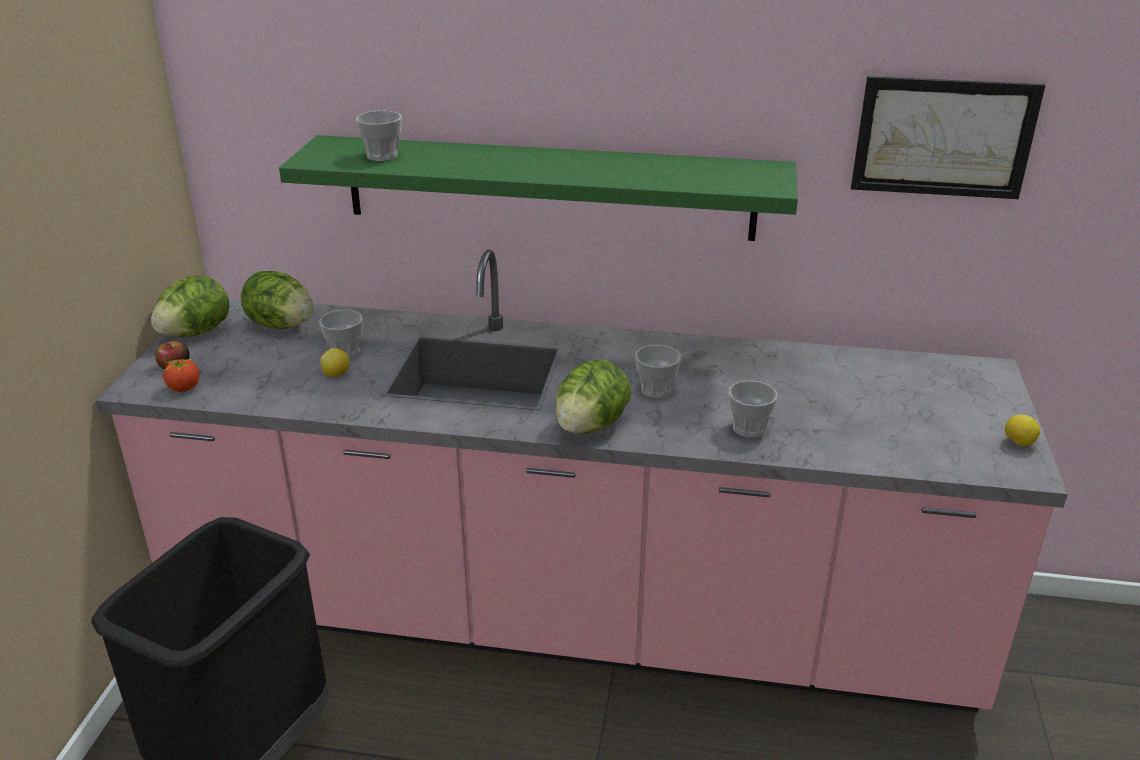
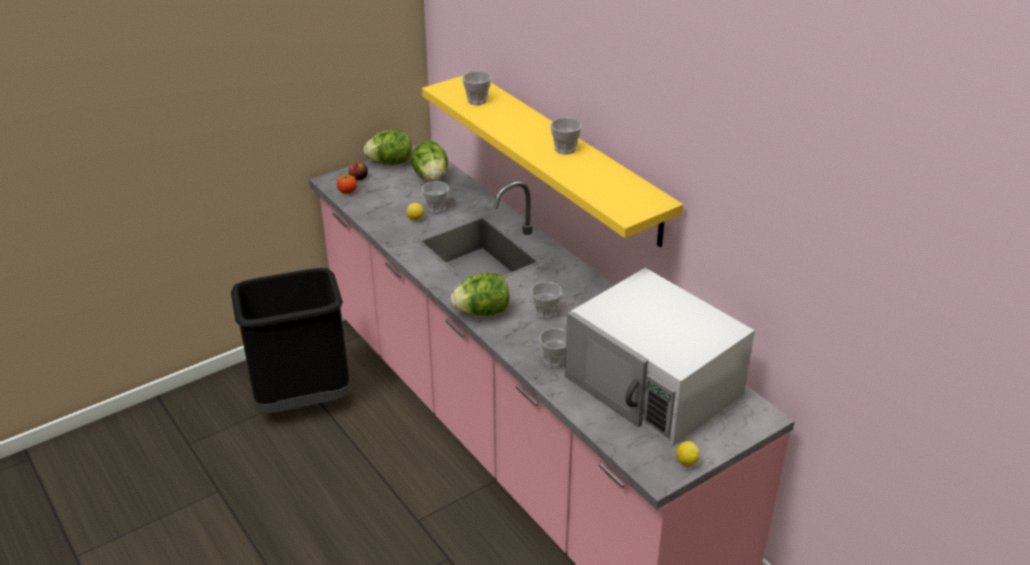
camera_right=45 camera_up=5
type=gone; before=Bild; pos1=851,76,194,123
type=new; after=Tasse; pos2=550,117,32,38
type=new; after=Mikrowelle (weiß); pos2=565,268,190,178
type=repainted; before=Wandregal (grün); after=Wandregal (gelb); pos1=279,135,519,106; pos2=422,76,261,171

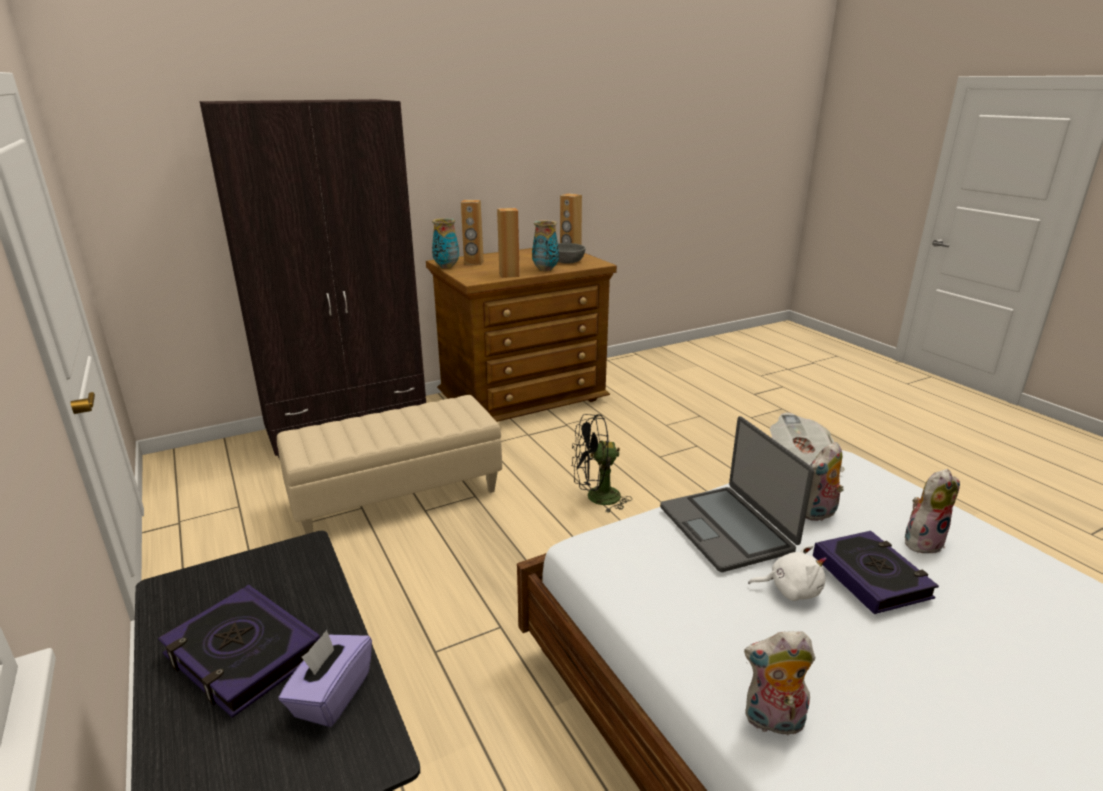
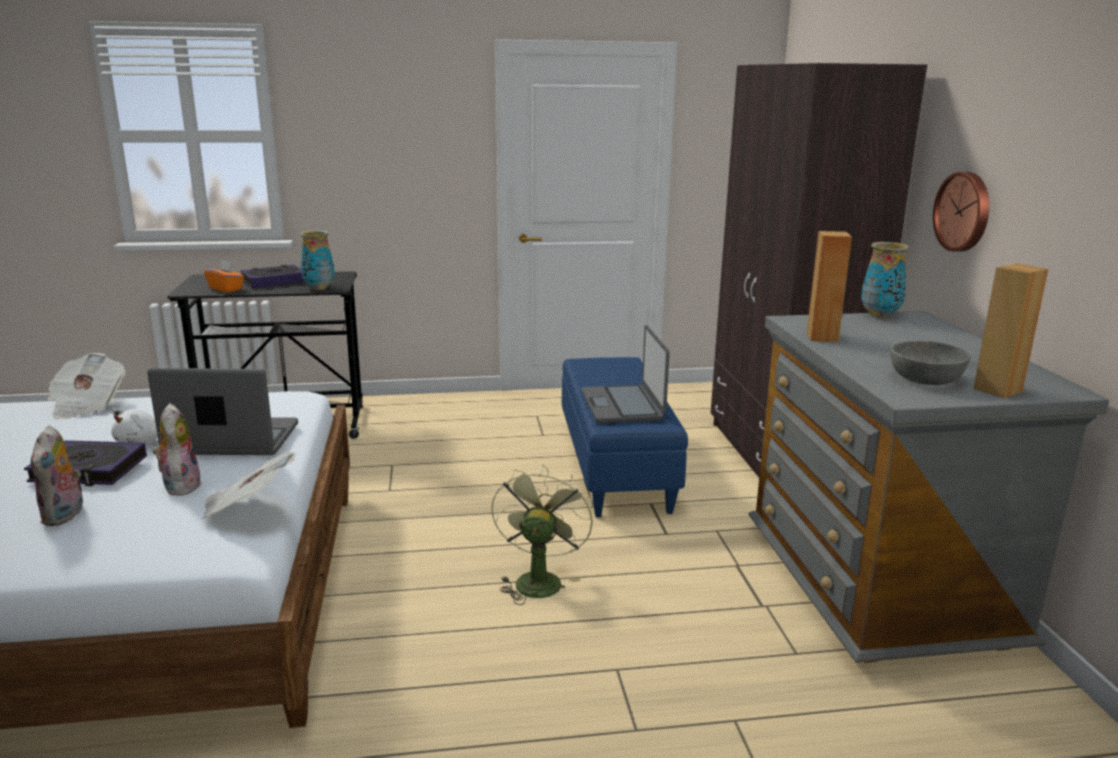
camera_right=110 camera_up=-5
type=gone; before=Lautsprecher (braun); pos1=461,200,23,65
type=new; after=Laptop; pos2=581,325,89,98
type=new; after=Wanduhr; pos2=933,172,56,80
type=shifted; before=Vase; pos1=532,220,27,51; pos2=300,230,35,60
type=swapped; before=Plüschtier; after=Zeitung; pos1=744,631,71,104; pos2=47,353,79,66
type=repainted; before=Polsterhocker (beige); after=Polsterhocker (blau); pos1=277,395,225,139; pos2=562,357,126,160
type=repainted; before=Taschentuchbox (lila); after=Taschentuchbox (orange); pos1=279,630,93,97; pos2=204,260,40,33
type=repainted; before=Kommode (braun); after=Kommode (grau); pos1=426,248,191,174; pos2=748,311,361,352
type=repainted; before=Ventilator (schwarz); after=Ventilator (grün); pos1=571,414,61,99; pos2=492,464,101,141

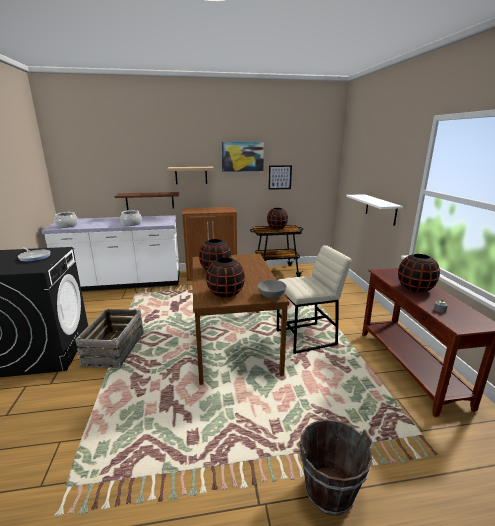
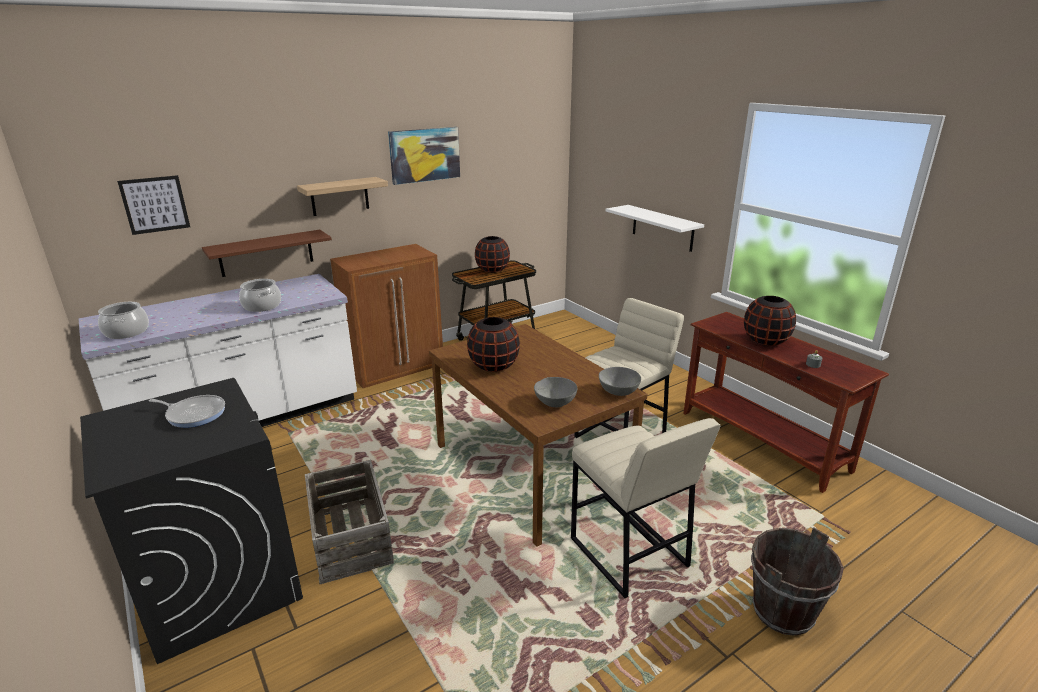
camera_right=-25 camera_up=5
type=new; after=Stuhl (beige); pos2=571,418,150,180
type=shifted; before=Bild; pos1=268,165,24,25; pos2=117,175,73,60
type=swapped; before=Vase (schwarz); after=Schüssel (grau); pos1=206,258,39,40; pos2=534,377,43,30

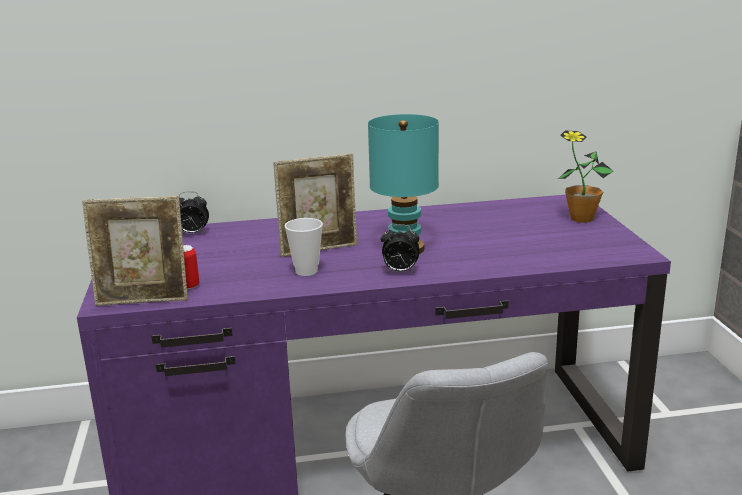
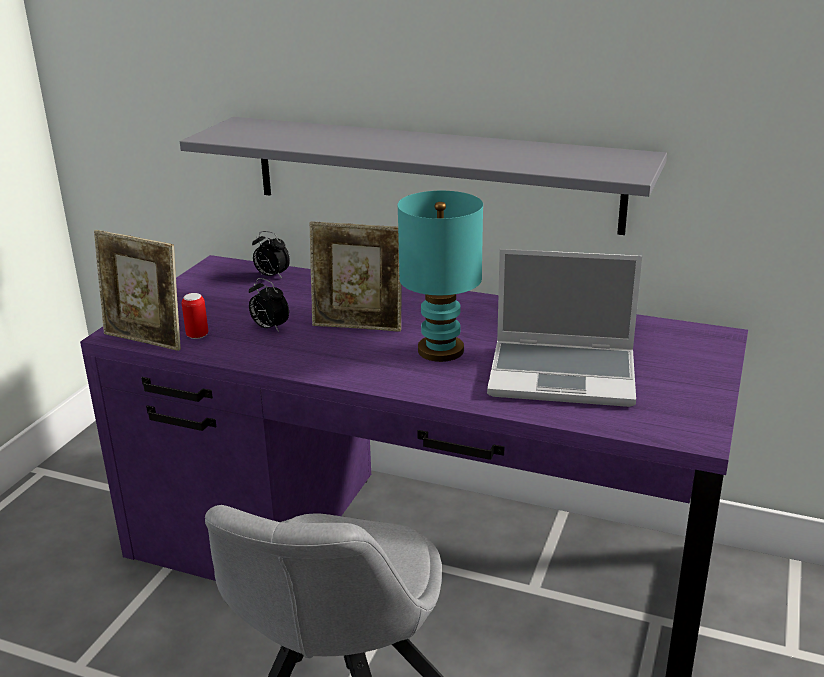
camera_right=30 camera_up=5
type=gone; before=Tasse; pos1=285,218,38,58
type=gone; before=Topfpflanze; pos1=558,130,55,93
type=new; after=Wandregal (grau); pos2=180,117,487,118
type=new; after=Laptop; pos2=487,249,155,158
type=shifted; before=Wecker; pos1=381,224,39,48; pos2=249,278,40,54

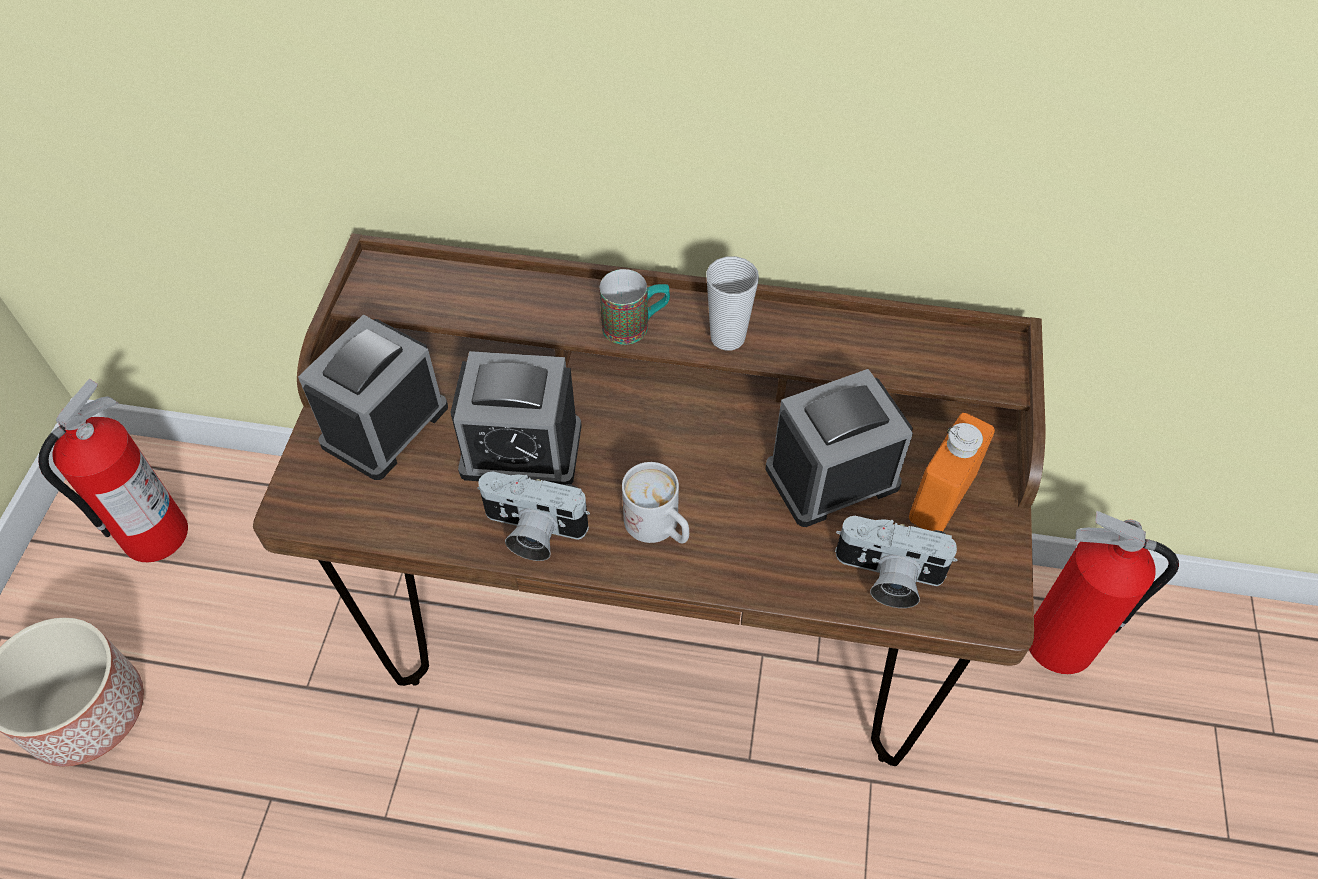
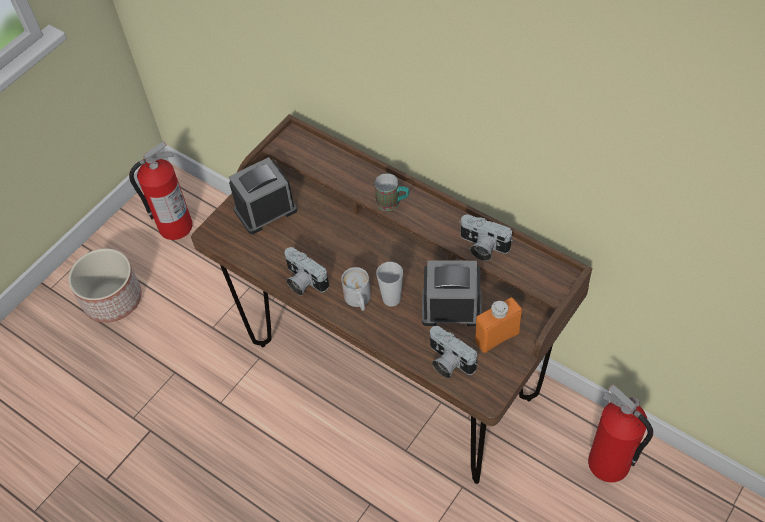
camera_right=30 camera_up=0
type=gone; before=Wecker; pos1=450,351,132,134
type=new; after=Kamera; pos2=460,215,53,46
type=shifted; before=Tasse; pos1=706,256,53,95; pos2=376,262,27,44

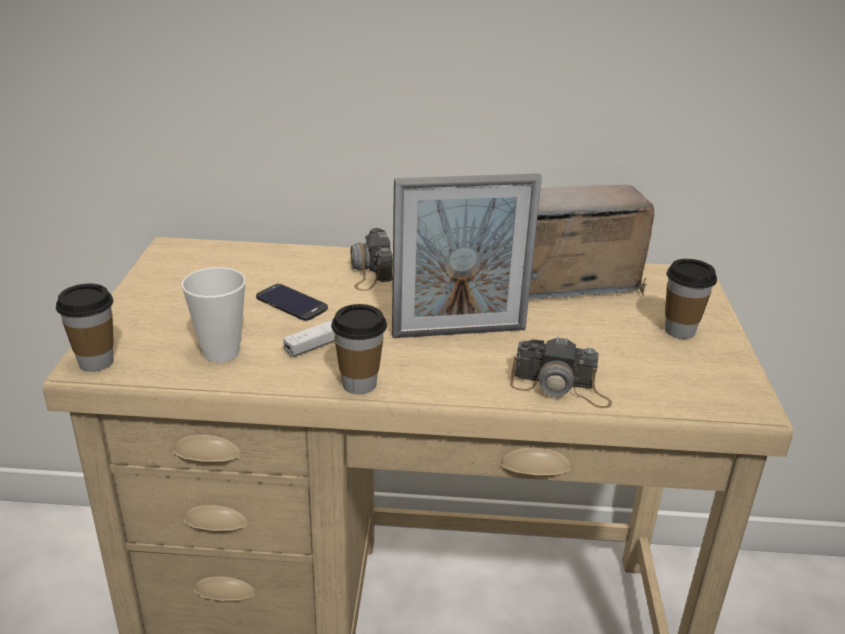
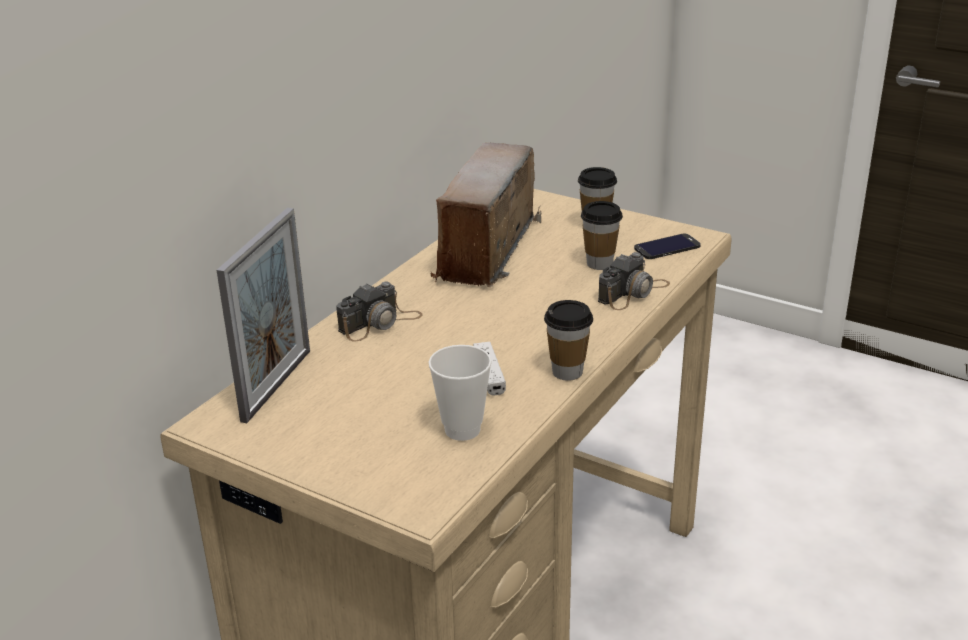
camera_right=-60 camera_up=0
type=shifted; before=Tasse; pos1=56,284,58,88; pos2=581,201,42,69
type=shifted; before=Handy; pos1=256,284,72,37; pos2=634,234,67,25
type=shifted; before=Bilderrahmen; pos1=392,173,150,165; pos2=216,208,94,215
type=rotated; before=Kamera; pos1=351,228,42,63; pos2=336,282,87,60; turn=-60

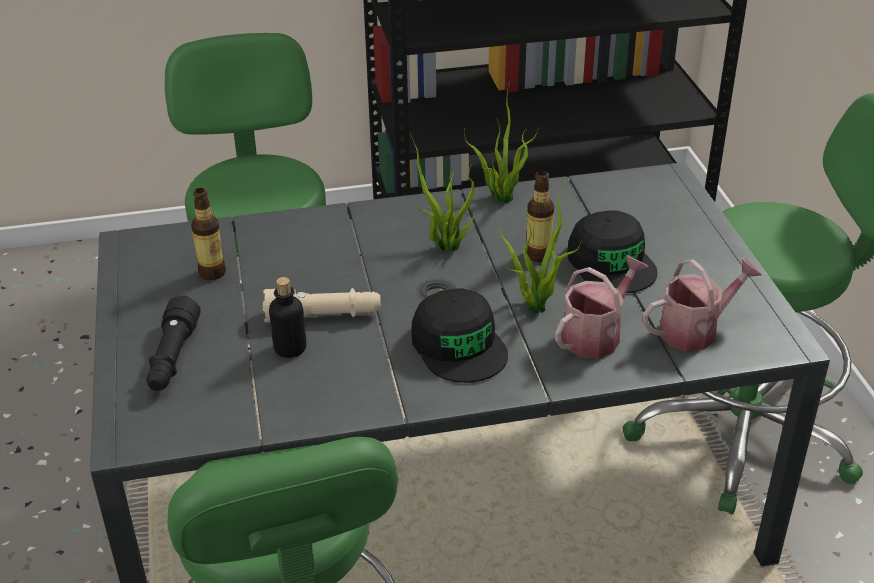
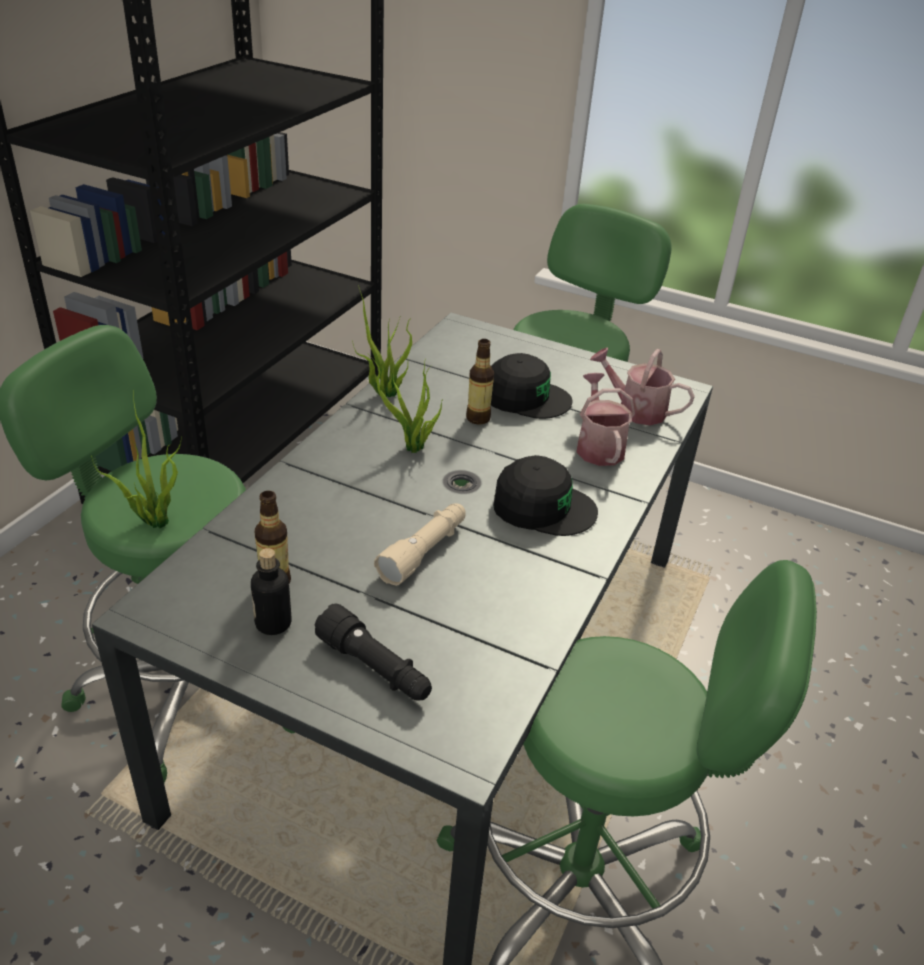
camera_right=-55 camera_up=0
type=shifted; before=Flasche; pos1=269,277,38,81; pos2=251,548,41,87
type=shifted; before=Topfpflanze; pos1=501,181,81,132; pos2=91,390,91,138
type=rotated; before=Gießkanne; pos1=642,258,120,93; pos2=590,347,105,78; turn=-75

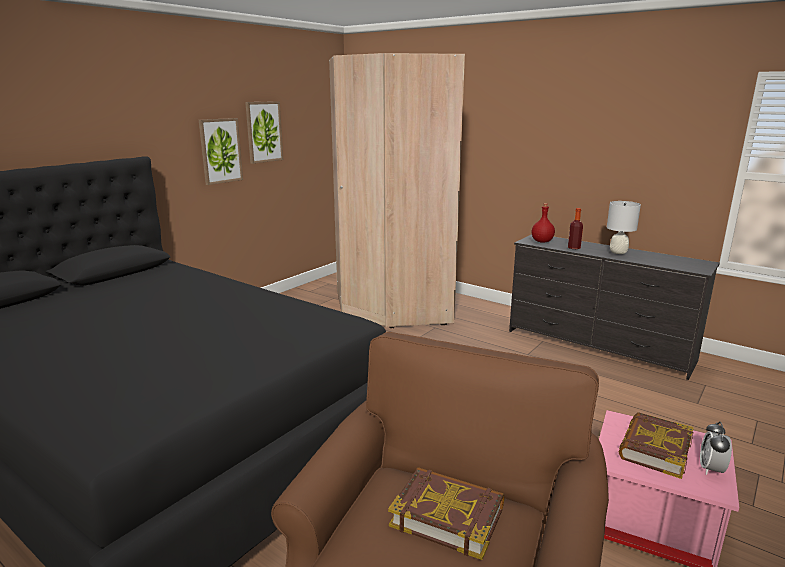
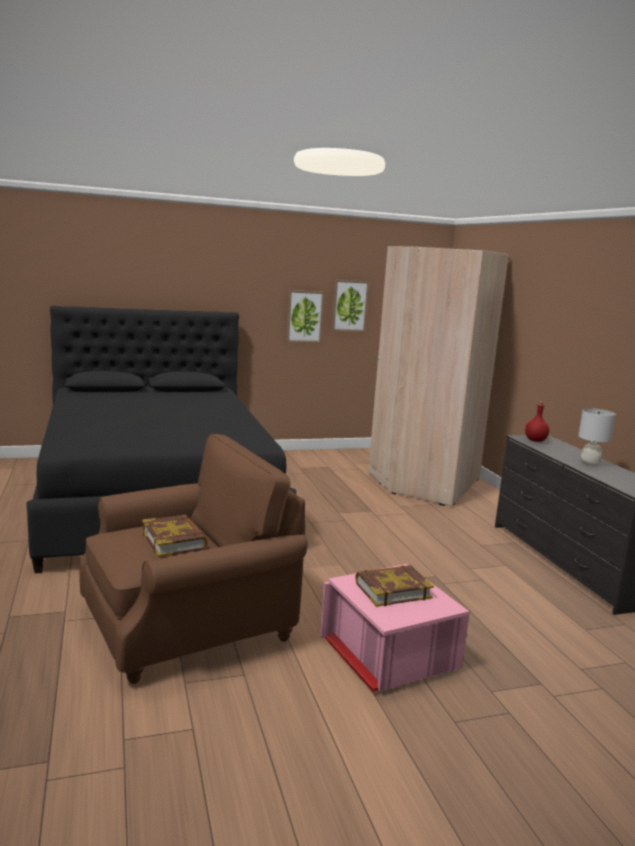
camera_right=35 camera_up=-5
type=gone; before=Flasche; pos1=568,208,15,41
type=gone; before=Wecker; pos1=700,422,32,53

